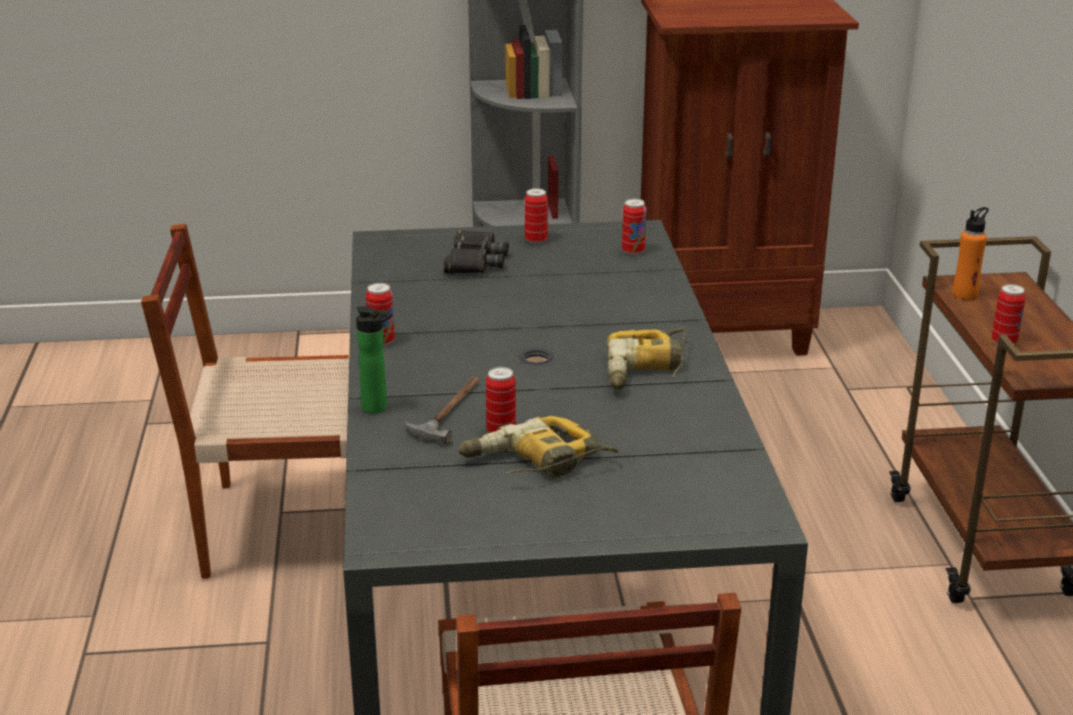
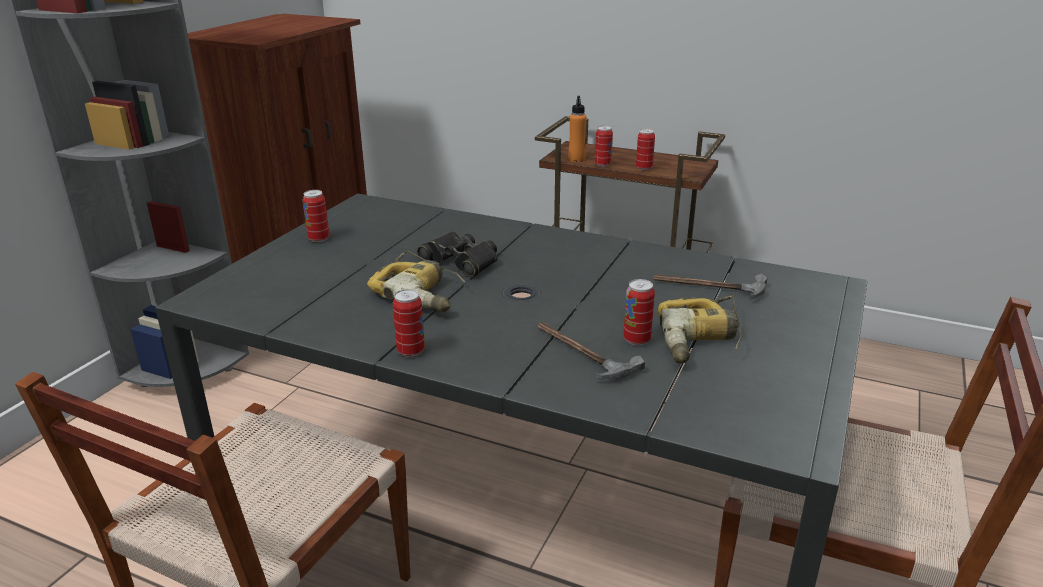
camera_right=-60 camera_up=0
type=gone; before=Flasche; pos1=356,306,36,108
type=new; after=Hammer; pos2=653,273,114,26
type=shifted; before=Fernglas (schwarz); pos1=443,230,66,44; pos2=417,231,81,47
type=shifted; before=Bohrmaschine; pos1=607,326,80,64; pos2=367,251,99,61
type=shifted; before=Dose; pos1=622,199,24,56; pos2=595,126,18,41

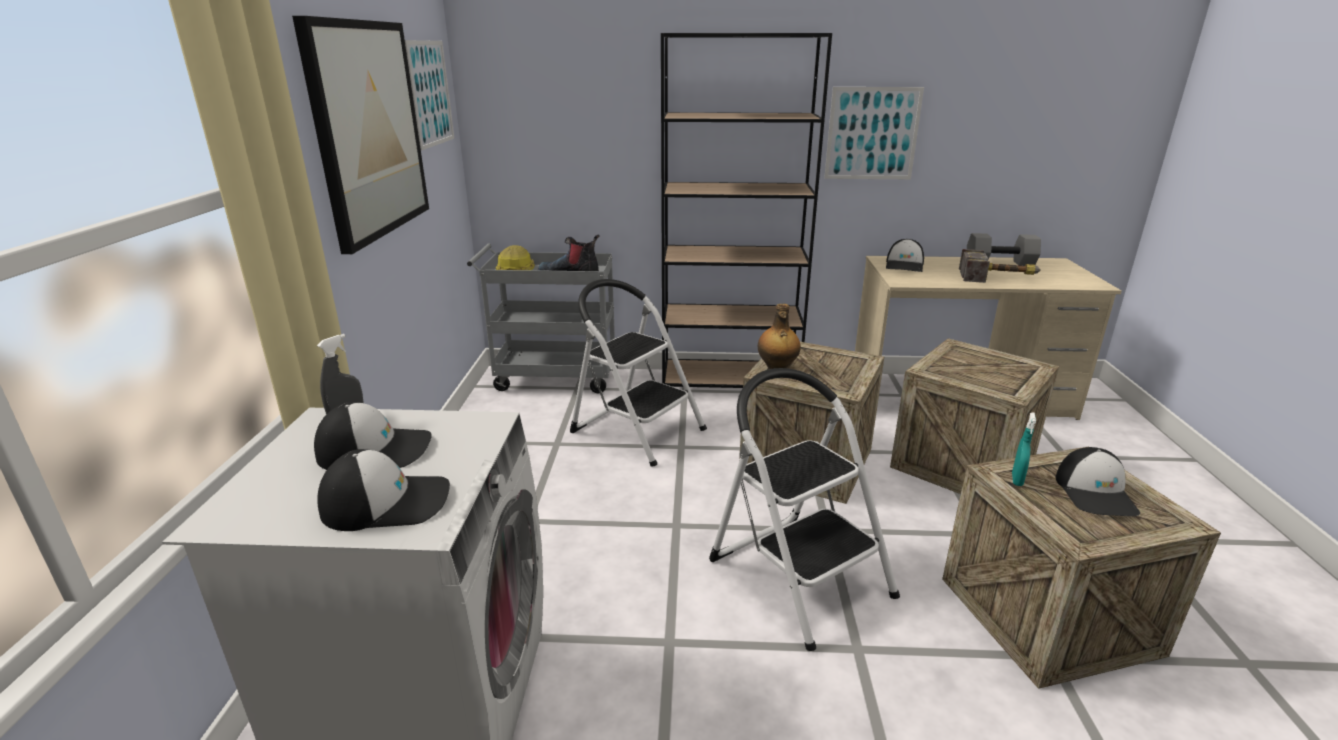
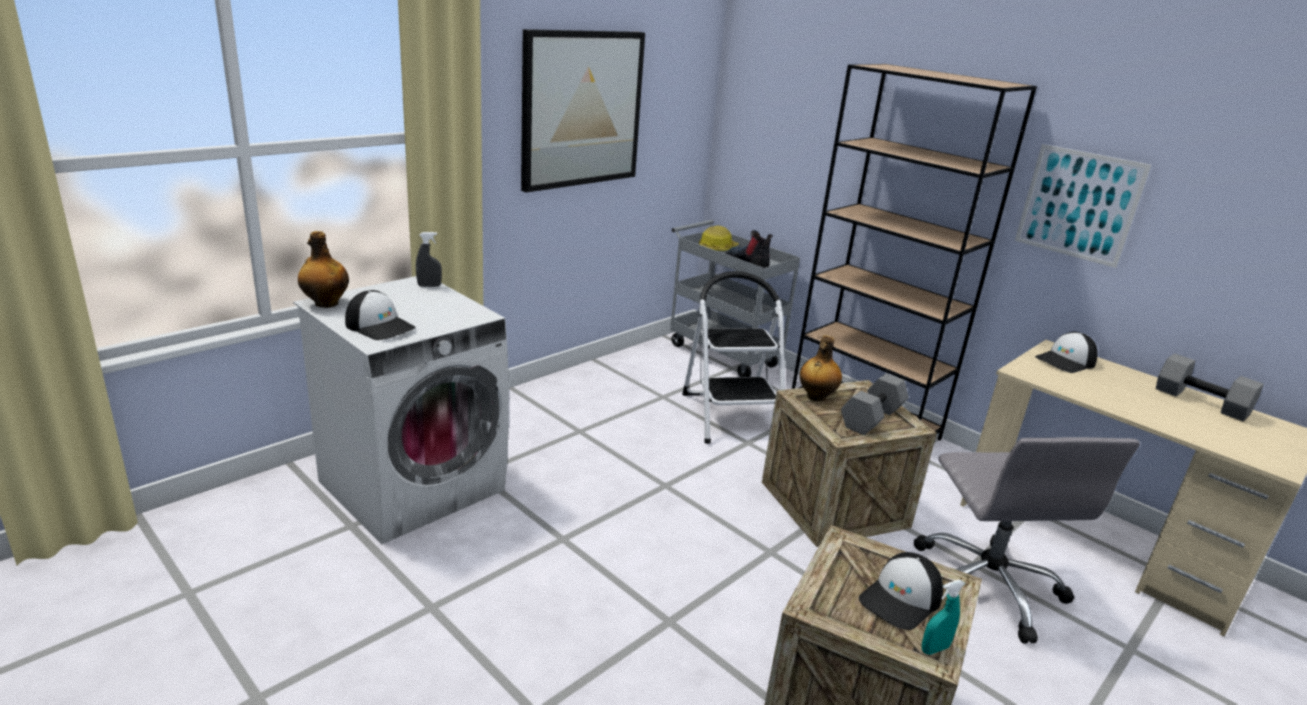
camera_right=40 camera_up=0
type=gone; before=Kappe; pos1=314,402,118,68
type=gone; before=Bild; pos1=405,40,50,111
type=gone; before=Trittleiter; pos1=709,368,191,283
type=gone; before=Hammer; pos1=959,249,81,34
type=new; after=Flasche; pos2=298,231,51,77
type=new; after=Hantel (grau); pos2=841,373,68,62
type=shifted; before=Sprühflasche (türkis); pos1=1012,412,24,74; pos2=922,579,43,76
type=swapped; before=Kiste; after=Bürostuhl (grau); pos1=890,338,169,156; pos2=914,437,226,206

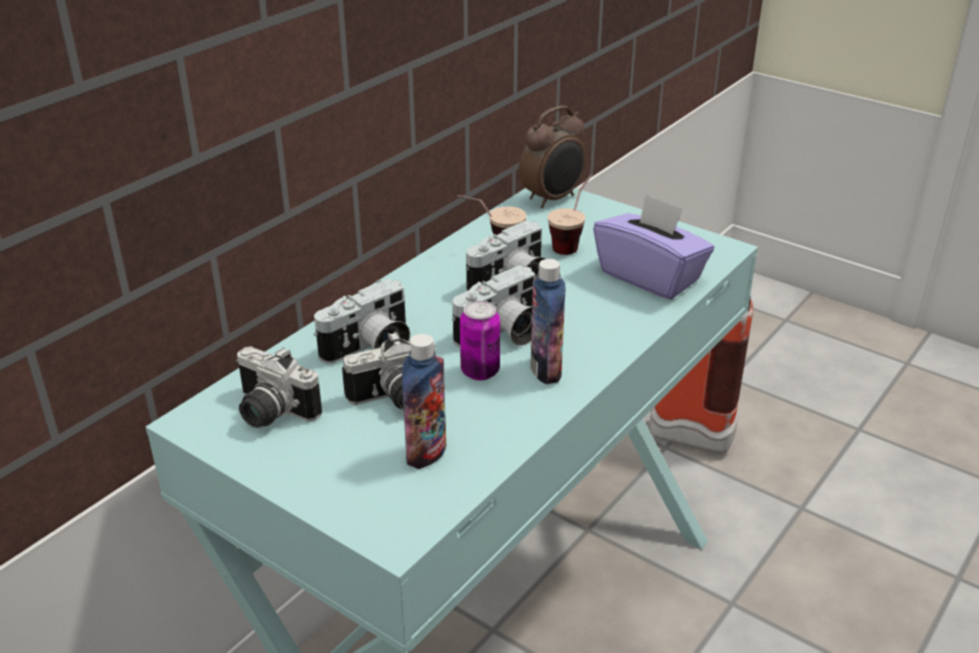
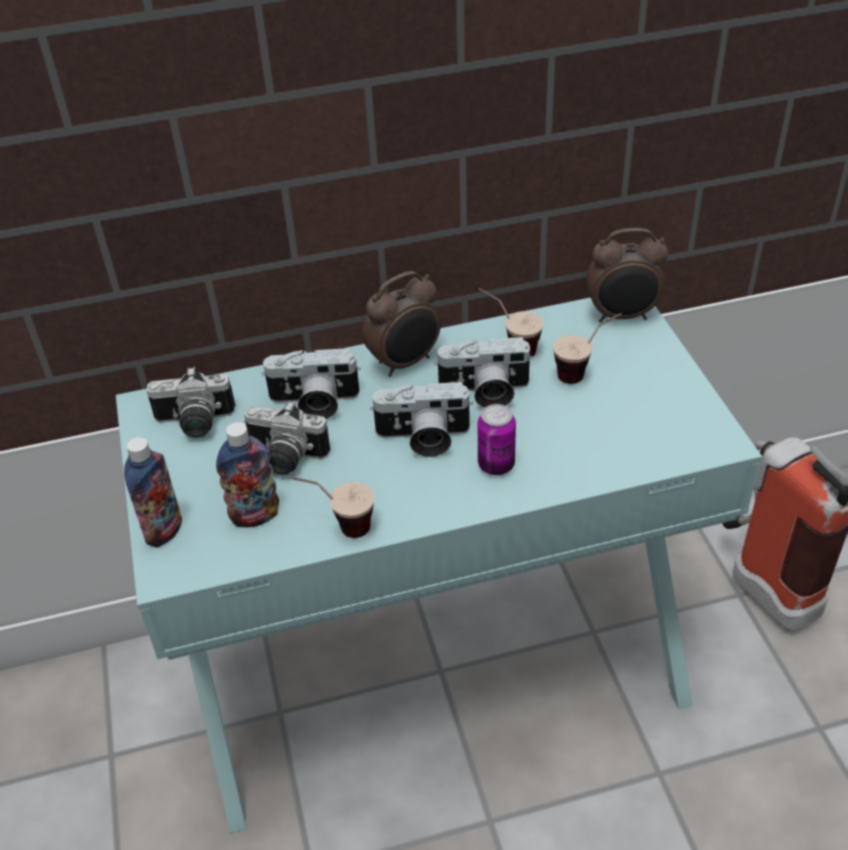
camera_right=40 camera_up=10
type=gone; before=Taschentuchbox (lila); pos1=593,194,121,106
type=new; after=Tasse; pos2=289,476,86,62
type=new; after=Wecker; pos2=362,271,79,106
type=shifted; before=Dose; pos1=460,301,40,79; pos2=478,404,38,71
type=shifted; before=Flasche; pos1=530,259,36,125; pos2=124,437,58,111
type=rotated; before=Kamera; pos1=236,346,86,82; pos2=147,367,89,71; turn=-75

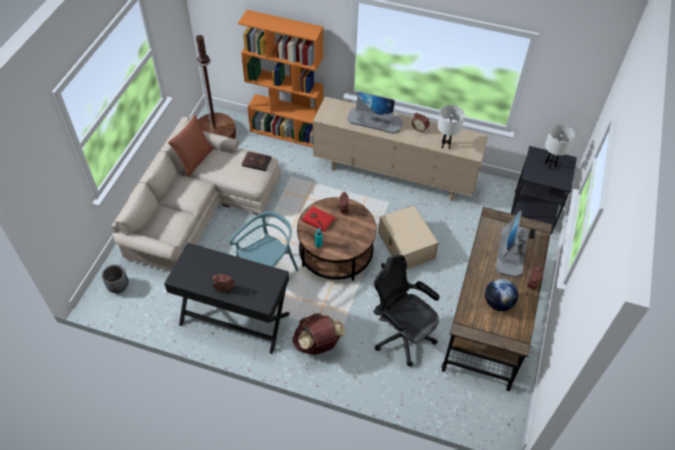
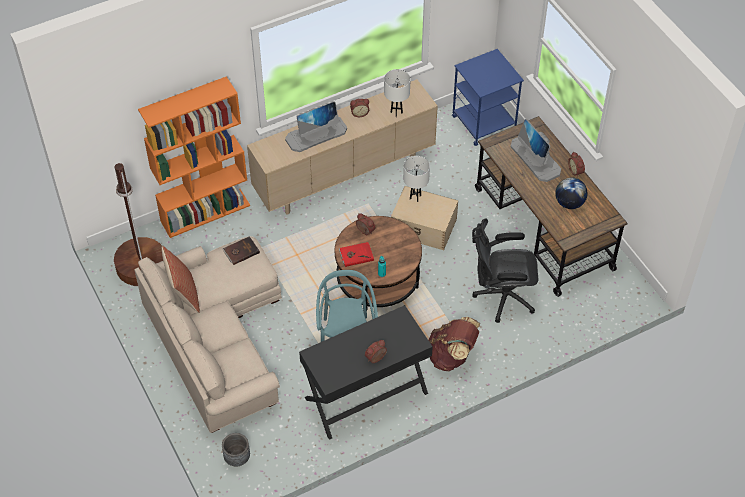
camera_right=-45 camera_up=0
type=shifted; before=Tischlampe (weiß); pos1=545,124,30,45; pos2=403,156,27,46
type=repainted; before=Rollwagen (schwarz); after=Rollwagen (blau); pos1=511,146,66,88; pos2=452,49,72,97

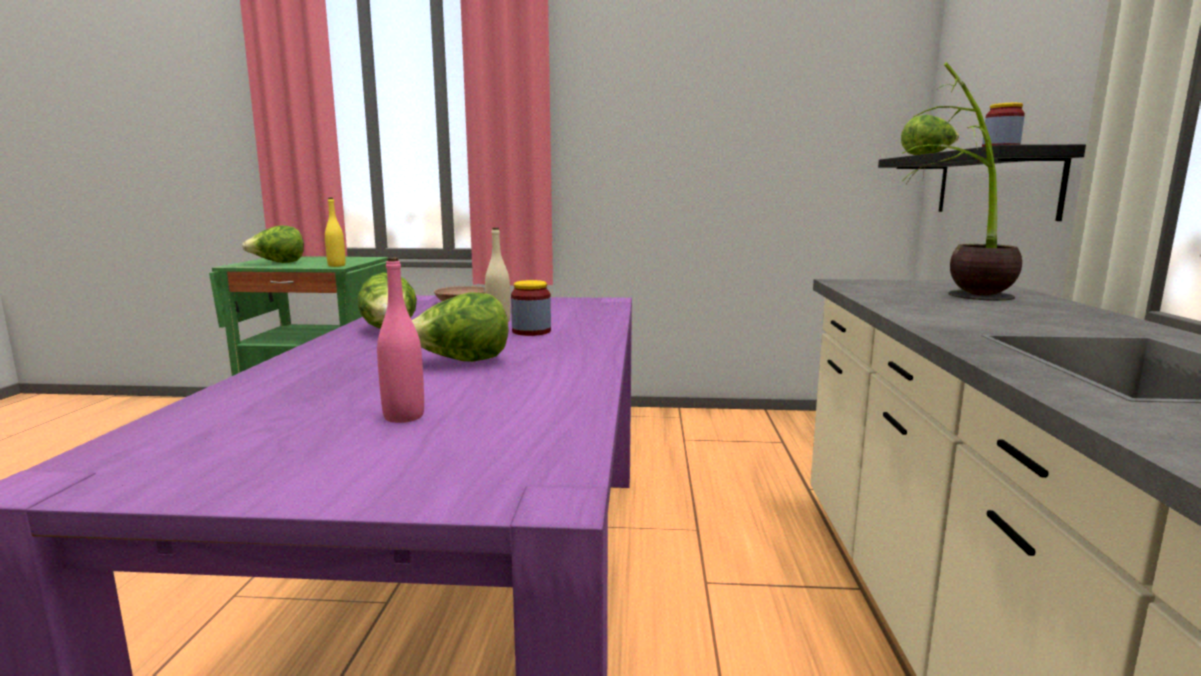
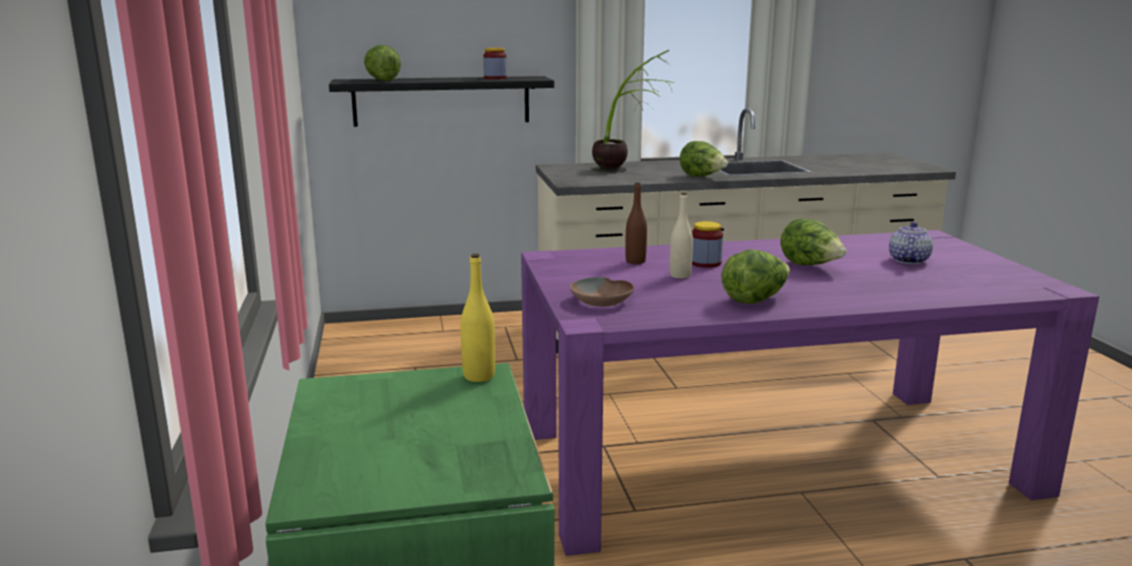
camera_right=-105 camera_up=5
type=new; after=Flasche (braun); pos2=625,182,22,82
type=shifted; before=Salatkopf; pos1=242,225,62,38; pos2=679,141,49,36
type=swapped; before=Flasche (rosa); after=Teekanne; pos1=377,257,47,166; pos2=889,222,44,42

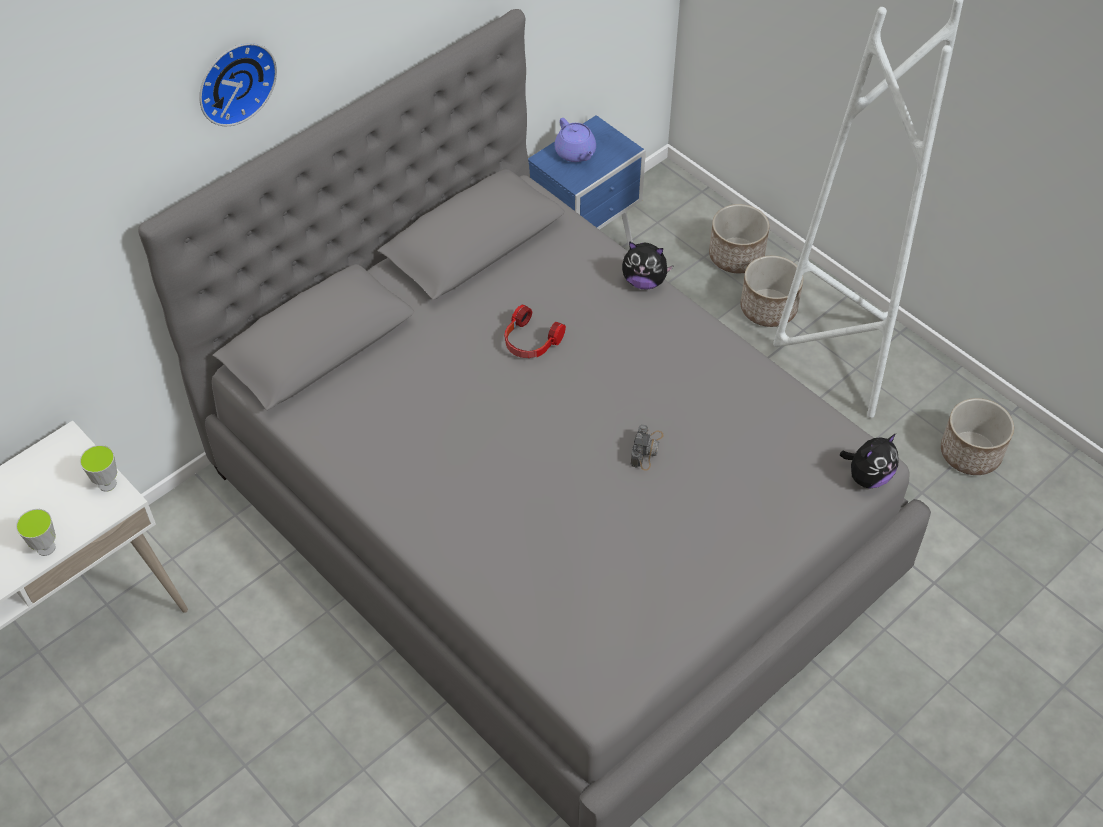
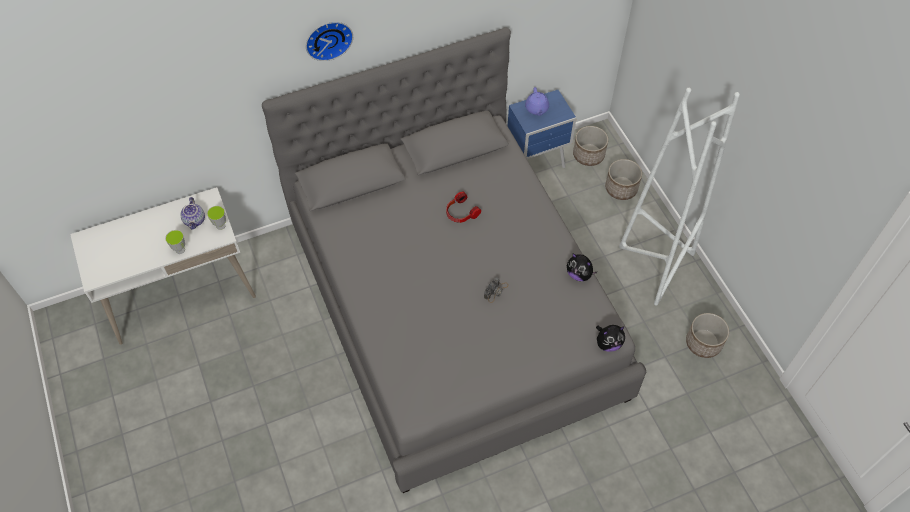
camera_right=20 camera_up=5
type=new; after=Teekanne; pos2=180,197,25,33
type=shifted; before=Plüschtier; pos1=622,241,52,49; pos2=567,253,31,28
type=shifted; before=Pflanzkübel; pos1=740,256,63,71; pos2=573,126,35,40

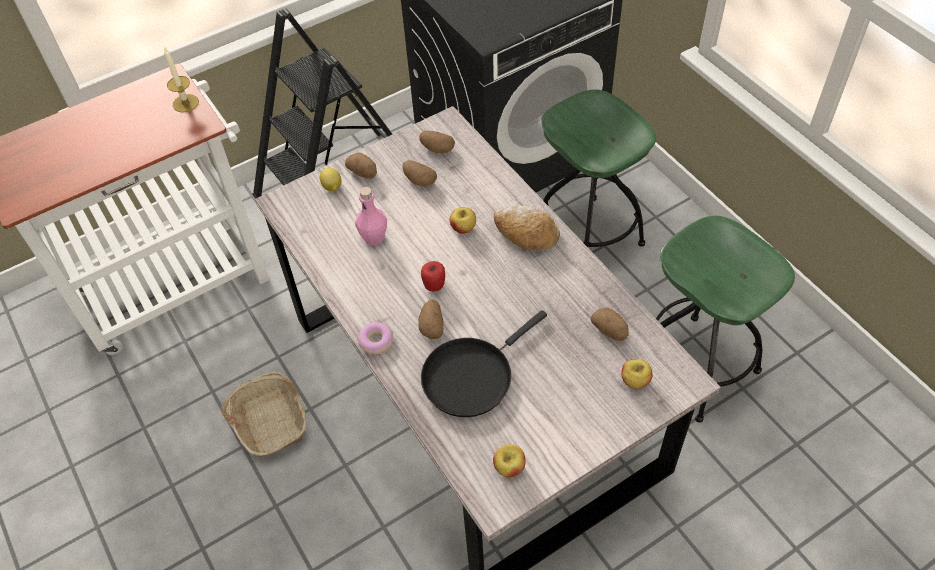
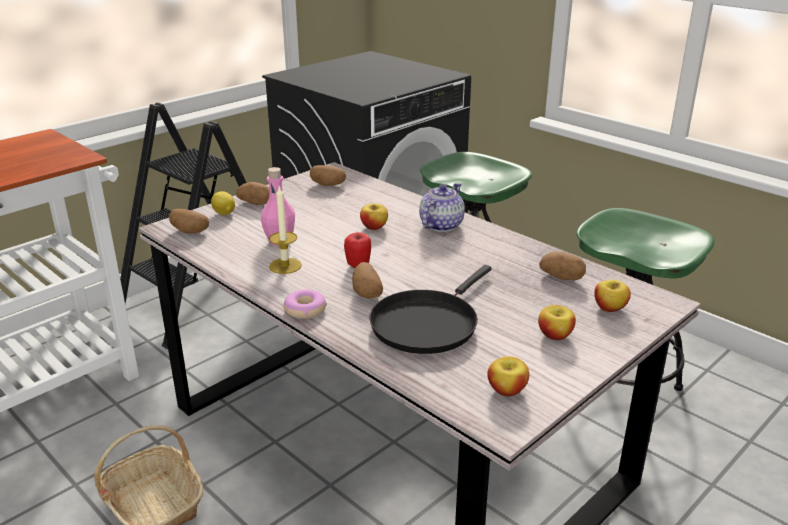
camera_right=-15 camera_up=-25
type=new; after=Apfel; pos2=538,305,38,35
type=shifted; before=Kerze; pos1=164,46,35,67; pos2=269,187,33,87
type=shifted; before=Kartoffel; pos1=402,160,35,26; pos2=169,209,40,25
type=swapped; before=Brot; after=Teekanne; pos1=494,205,66,45; pos2=419,183,46,49

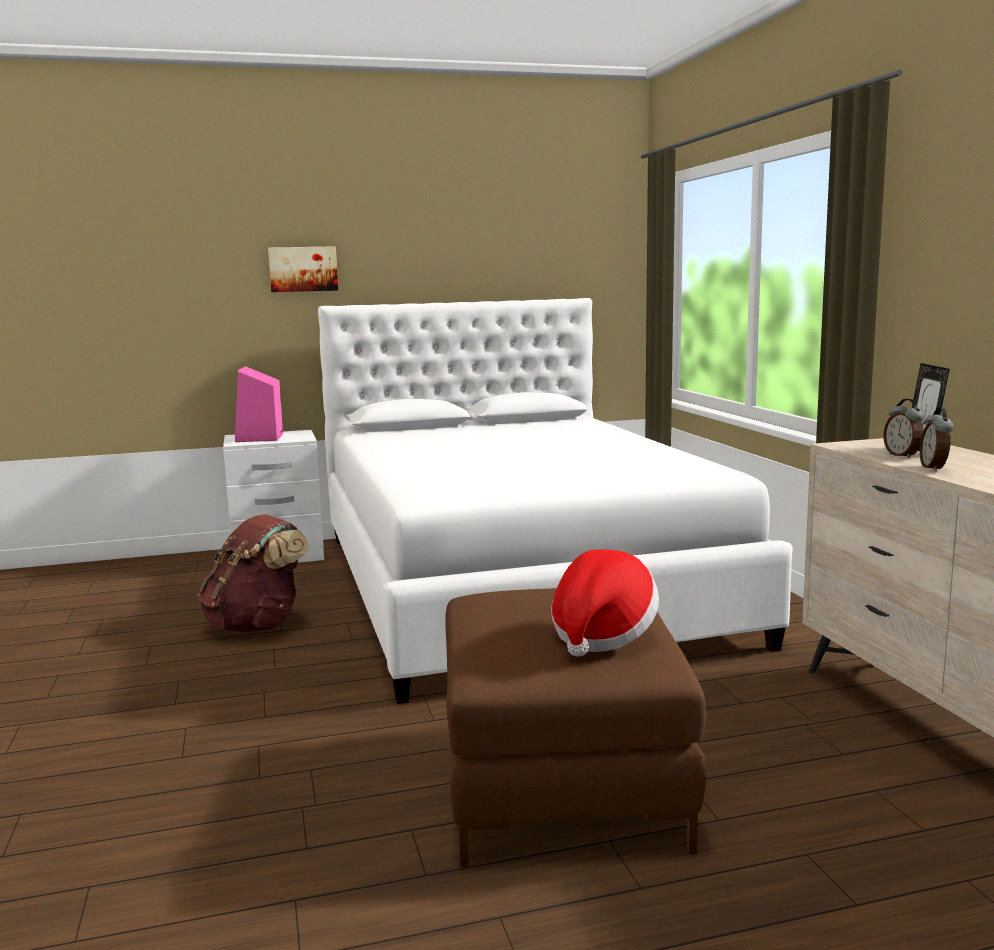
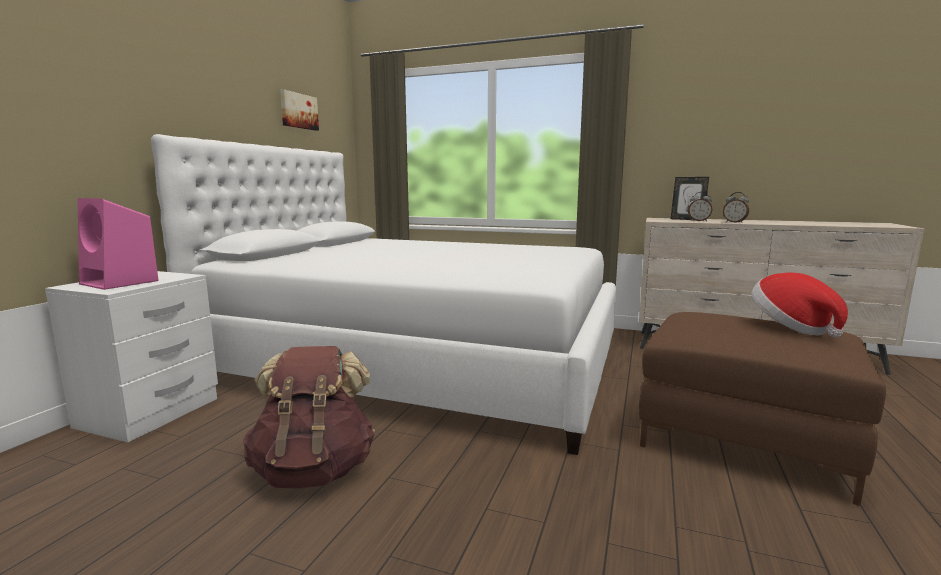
camera_right=-55 camera_up=0
type=shifted; before=Bild; pos1=268,246,70,46; pos2=280,89,39,42

